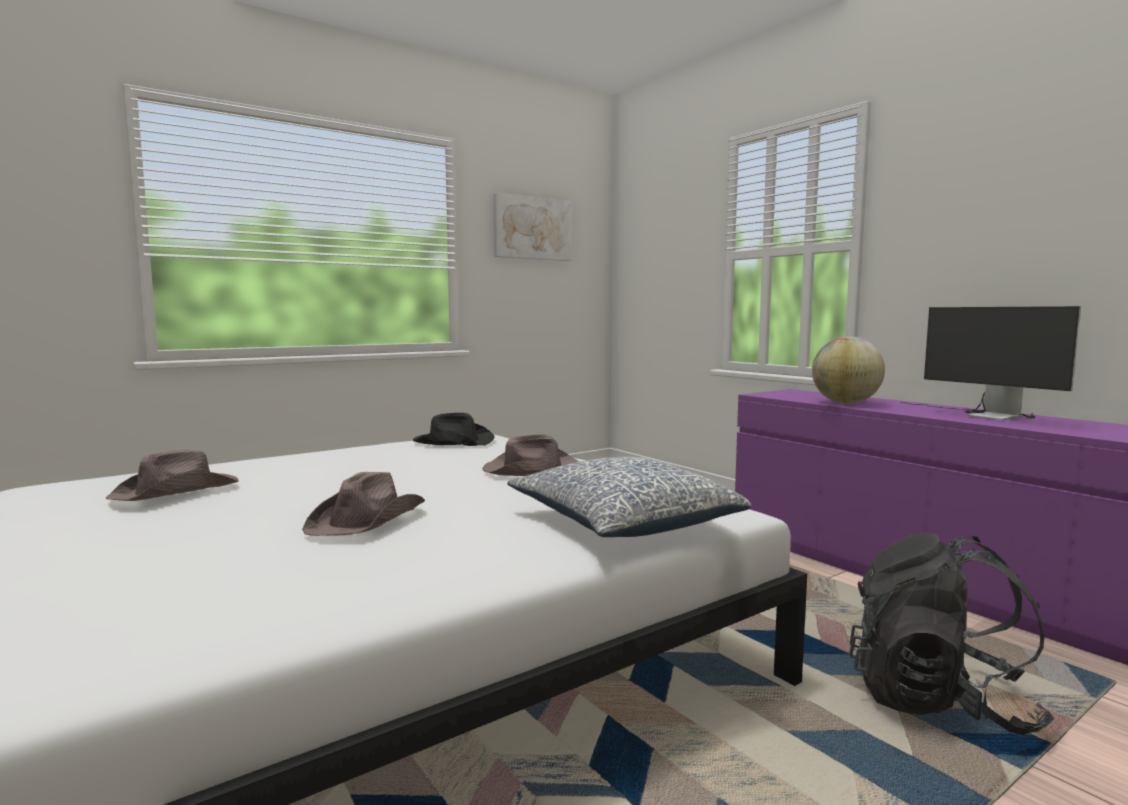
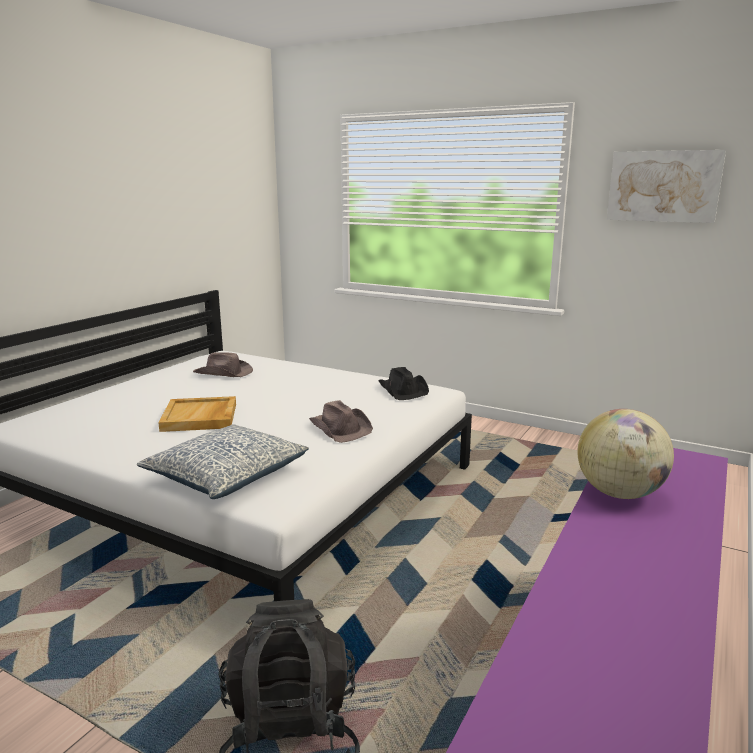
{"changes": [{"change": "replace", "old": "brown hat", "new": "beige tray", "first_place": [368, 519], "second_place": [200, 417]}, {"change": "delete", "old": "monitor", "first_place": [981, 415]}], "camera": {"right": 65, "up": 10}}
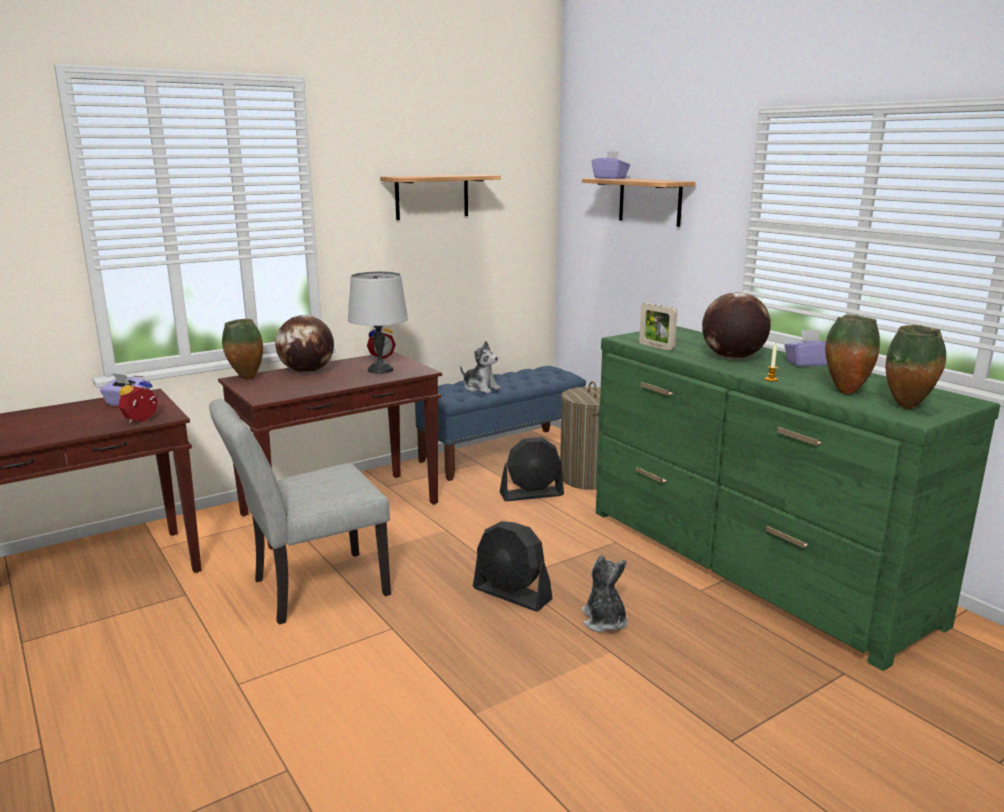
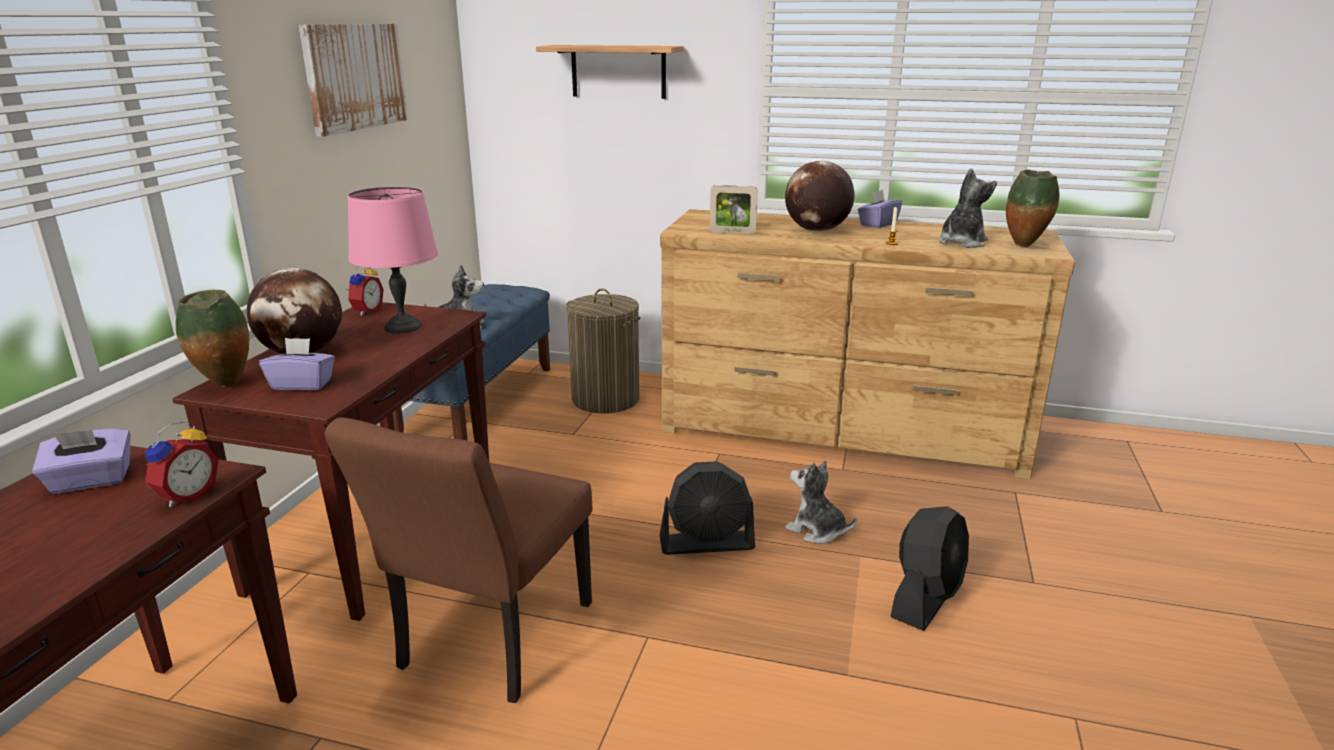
{"changes": [{"change": "rotate", "old": "alarm clock", "first_place": [142, 420], "second_place": [186, 495], "degrees": -150}, {"change": "move", "old": "purple tissue box", "first_place": [610, 178], "second_place": [302, 384]}, {"change": "replace", "old": "shelf", "new": "picture", "first_place": [432, 196], "second_place": [354, 76]}, {"change": "recolor", "old": "grey chair", "new": "brown chair", "first_place": [309, 589], "second_place": [488, 644]}, {"change": "recolor", "old": "grey table lamp", "new": "pink table lamp", "first_place": [381, 370], "second_place": [404, 327]}, {"change": "recolor", "old": "green dresser", "new": "brown dresser", "first_place": [749, 563], "second_place": [842, 431]}, {"change": "move", "old": "black fan", "first_place": [532, 494], "second_place": [926, 598]}, {"change": "replace", "old": "vase", "new": "plush toy", "first_place": [845, 392], "second_place": [961, 242]}], "camera": {"right": -40, "up": 5}}
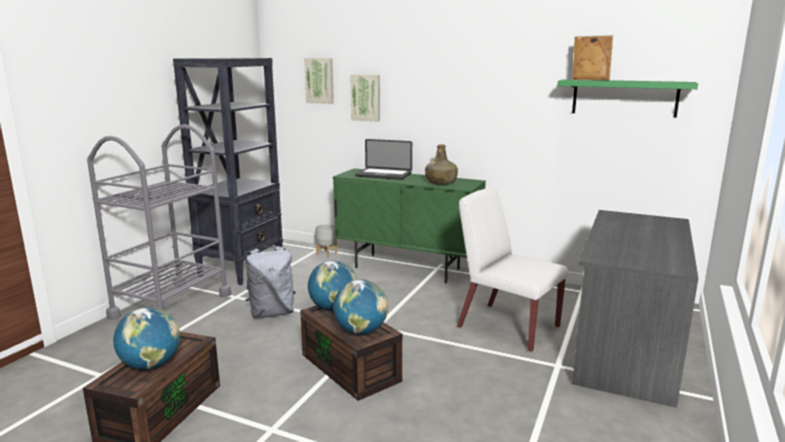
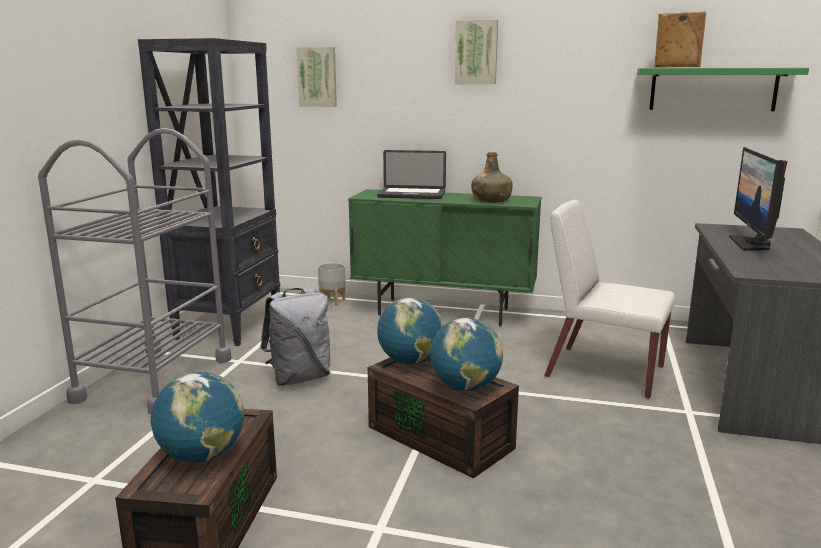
{"changes": [{"change": "move", "old": "picture", "first_place": [366, 97], "second_place": [476, 52]}, {"change": "insert", "new": "monitor", "second_place": [752, 244]}], "camera": {"right": -10, "up": 0}}
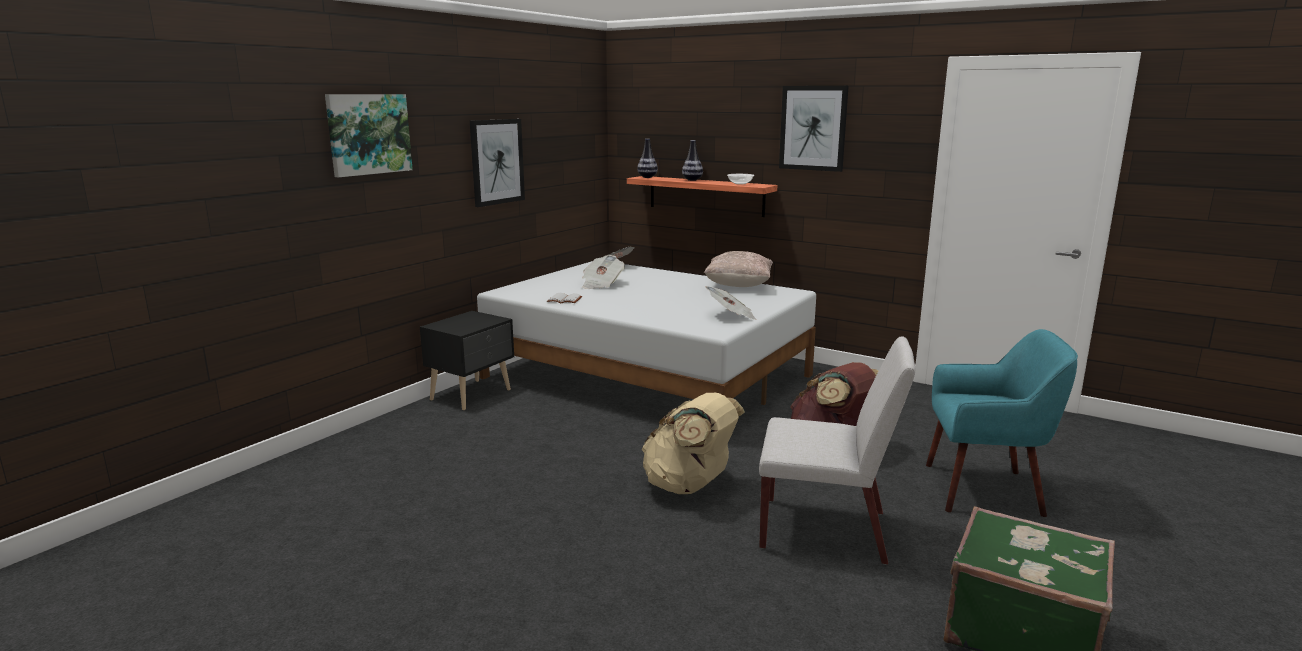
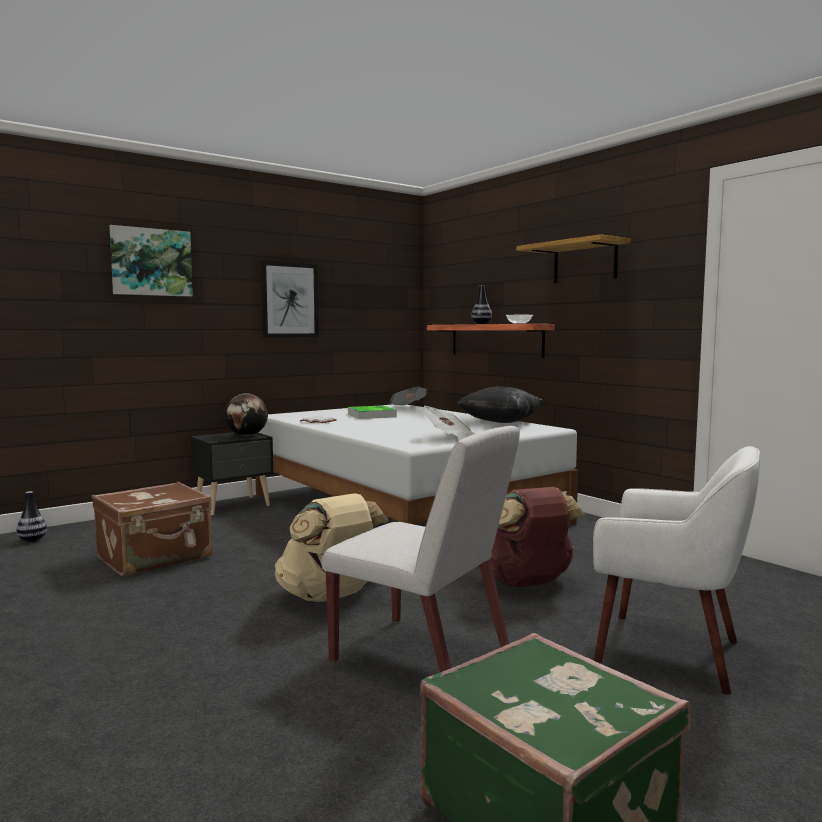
{"changes": [{"change": "move", "old": "vase", "first_place": [647, 177], "second_place": [32, 540]}, {"change": "insert", "new": "brown suitcase", "second_place": [155, 557]}, {"change": "insert", "new": "globe", "second_place": [247, 436]}, {"change": "replace", "old": "newspaper", "new": "tray", "first_place": [601, 284], "second_place": [372, 415]}, {"change": "recolor", "old": "beige pillow", "new": "black pillow", "first_place": [738, 286], "second_place": [500, 422]}, {"change": "replace", "old": "picture", "new": "shelf", "first_place": [813, 128], "second_place": [585, 262]}, {"change": "recolor", "old": "turquoise armchair", "new": "white armchair", "first_place": [985, 490], "second_place": [670, 652]}], "camera": {"right": 20, "up": -10}}
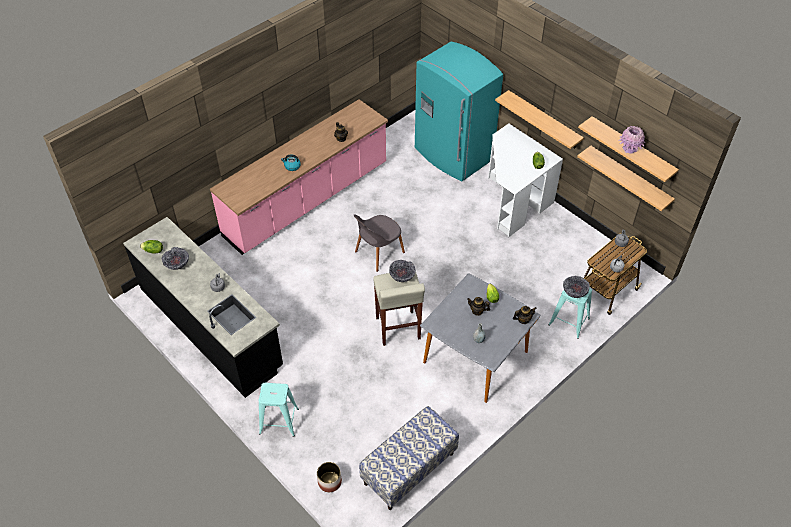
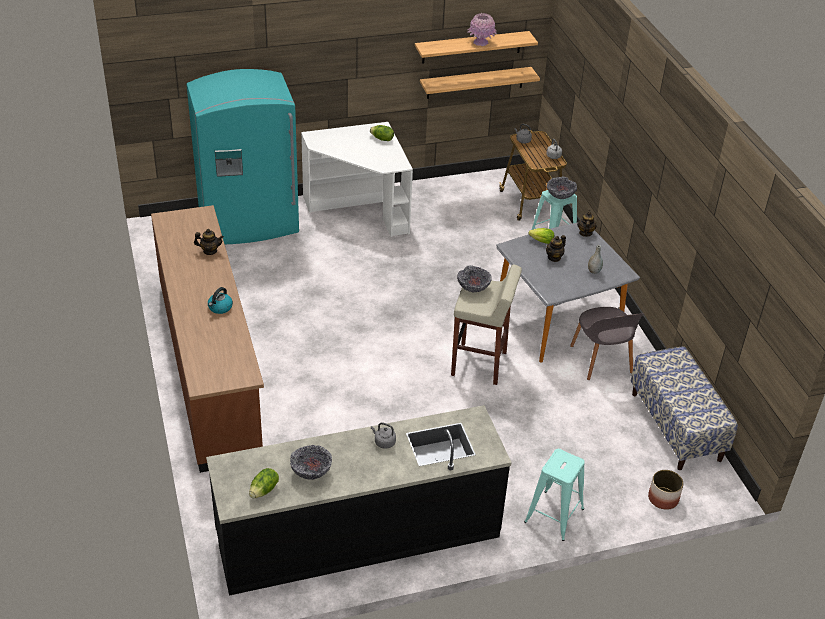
{"changes": [{"change": "recolor", "old": "pink counter", "new": "brown counter", "first_place": [307, 200], "second_place": [210, 367]}, {"change": "move", "old": "grey chair", "first_place": [378, 253], "second_place": [601, 361]}, {"change": "delete", "old": "shelf", "first_place": [544, 120]}], "camera": {"right": -65, "up": -10}}
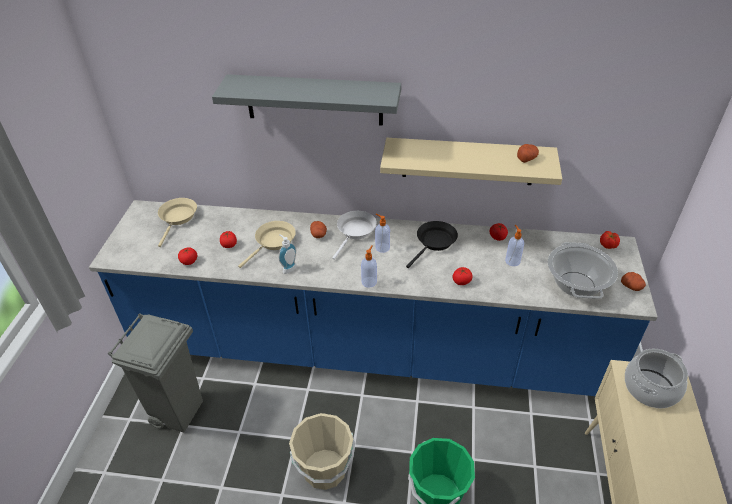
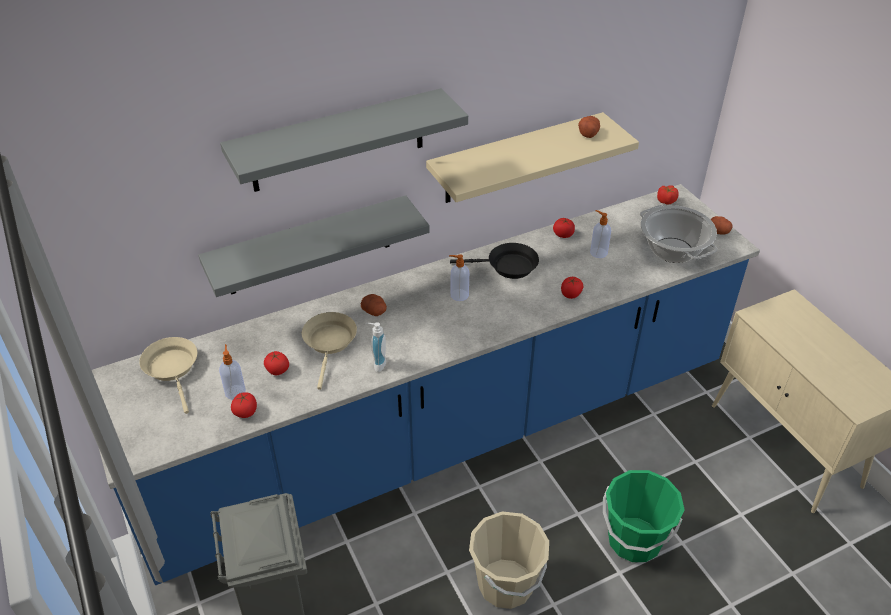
{"changes": [{"change": "insert", "new": "grey shelf", "second_place": [309, 246]}, {"change": "move", "old": "soap dispenser", "first_place": [369, 281], "second_place": [235, 391]}, {"change": "rotate", "old": "black frying pan", "first_place": [434, 243], "second_place": [508, 266], "degrees": 90}, {"change": "delete", "old": "white frying pan", "first_place": [355, 232]}, {"change": "delete", "old": "cooking pot", "first_place": [650, 388]}], "camera": {"right": -35, "up": 0}}
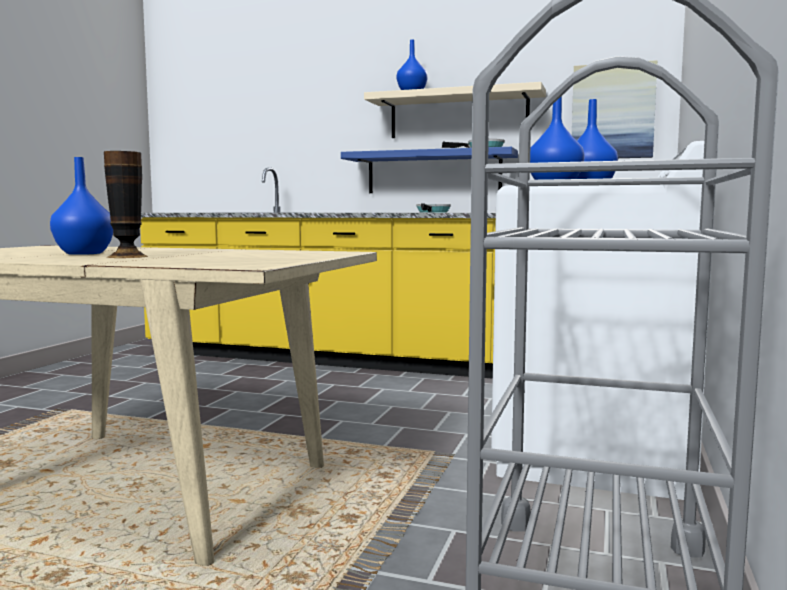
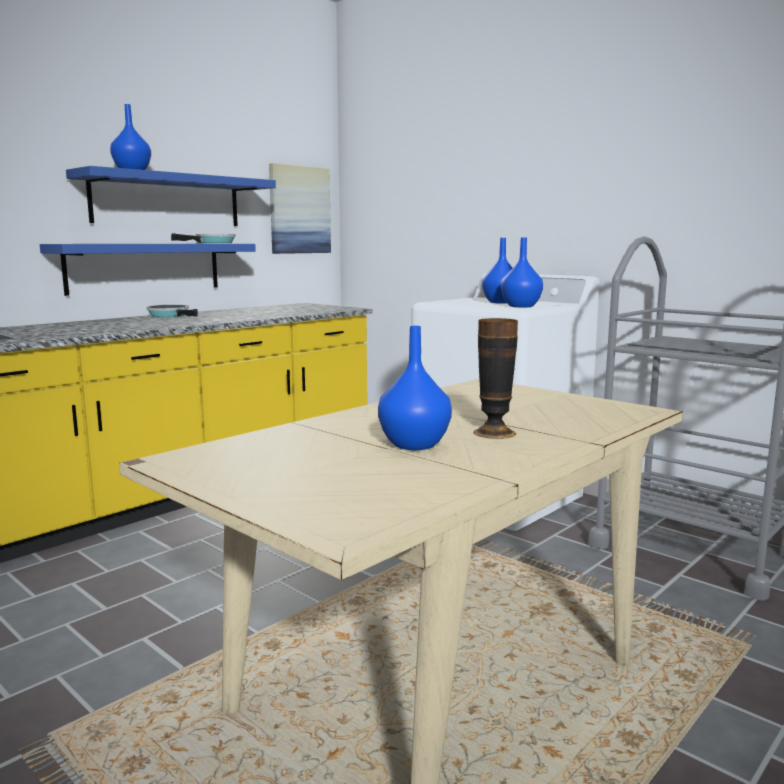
{"changes": [{"change": "recolor", "old": "beige shelf", "new": "blue shelf", "first_place": [458, 115], "second_place": [167, 200]}], "camera": {"right": -65, "up": 5}}
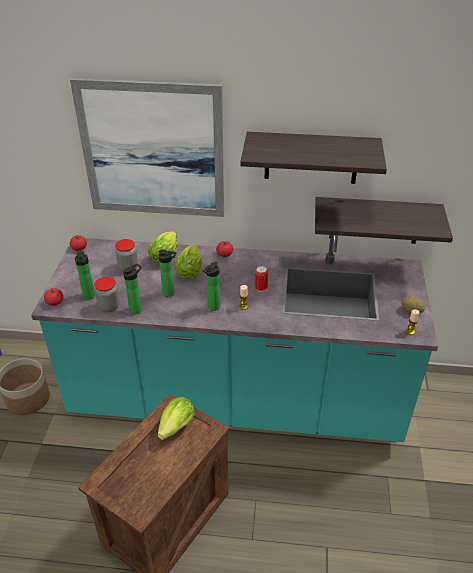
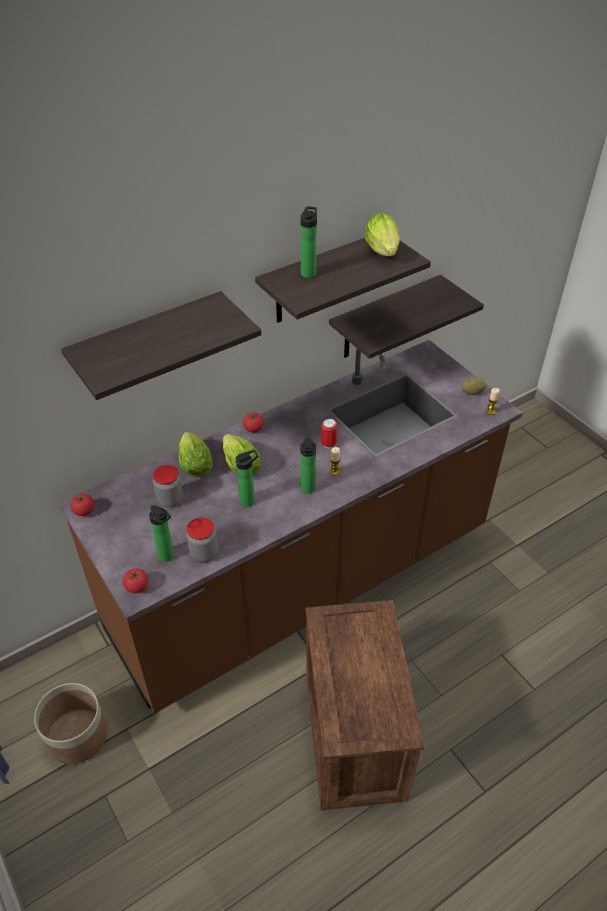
{"changes": [{"change": "recolor", "old": "turquoise counter", "new": "brown counter", "first_place": [236, 400], "second_place": [303, 582]}, {"change": "replace", "old": "picture", "new": "shelf", "first_place": [152, 151], "second_place": [149, 345]}, {"change": "move", "old": "bottle", "first_place": [137, 309], "second_place": [309, 272]}, {"change": "move", "old": "lettuce", "first_place": [175, 428], "second_place": [383, 253]}], "camera": {"right": -40, "up": 5}}
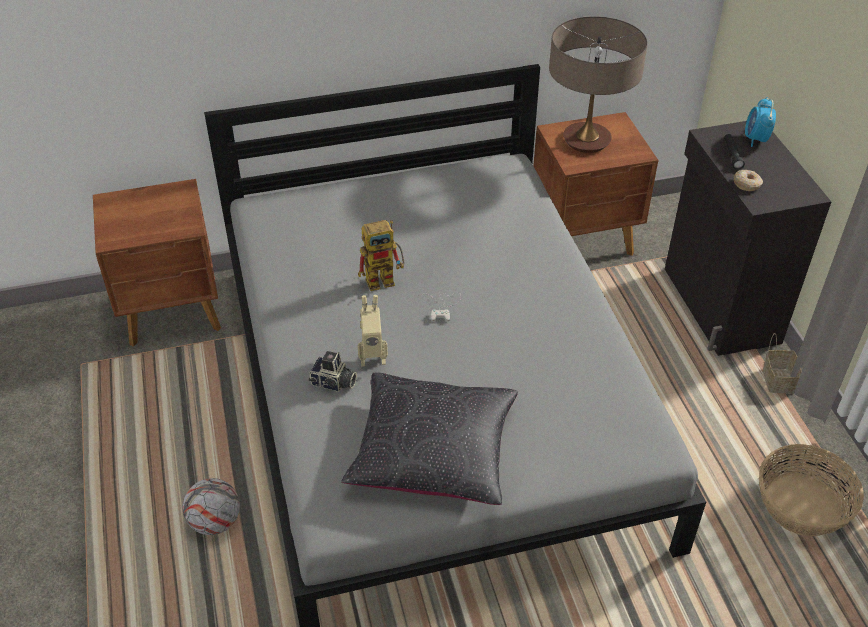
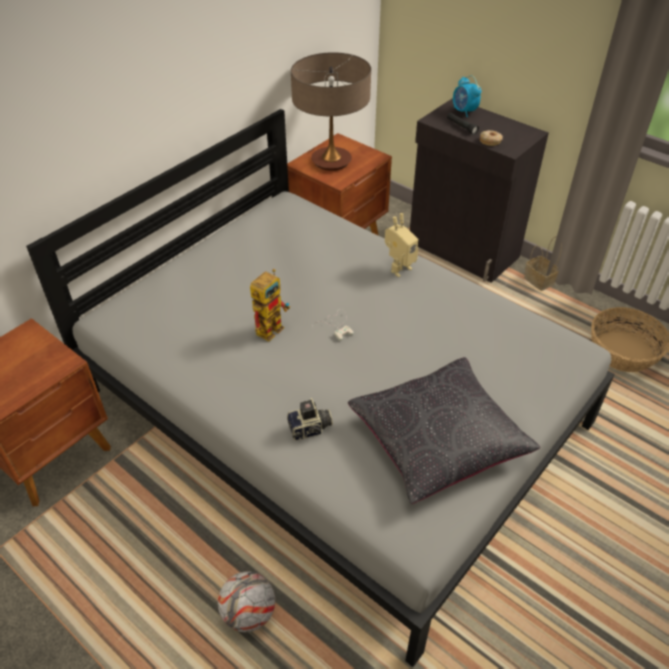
{"changes": [{"change": "move", "old": "toy robot", "first_place": [372, 356], "second_place": [398, 268]}], "camera": {"right": -35, "up": 0}}
